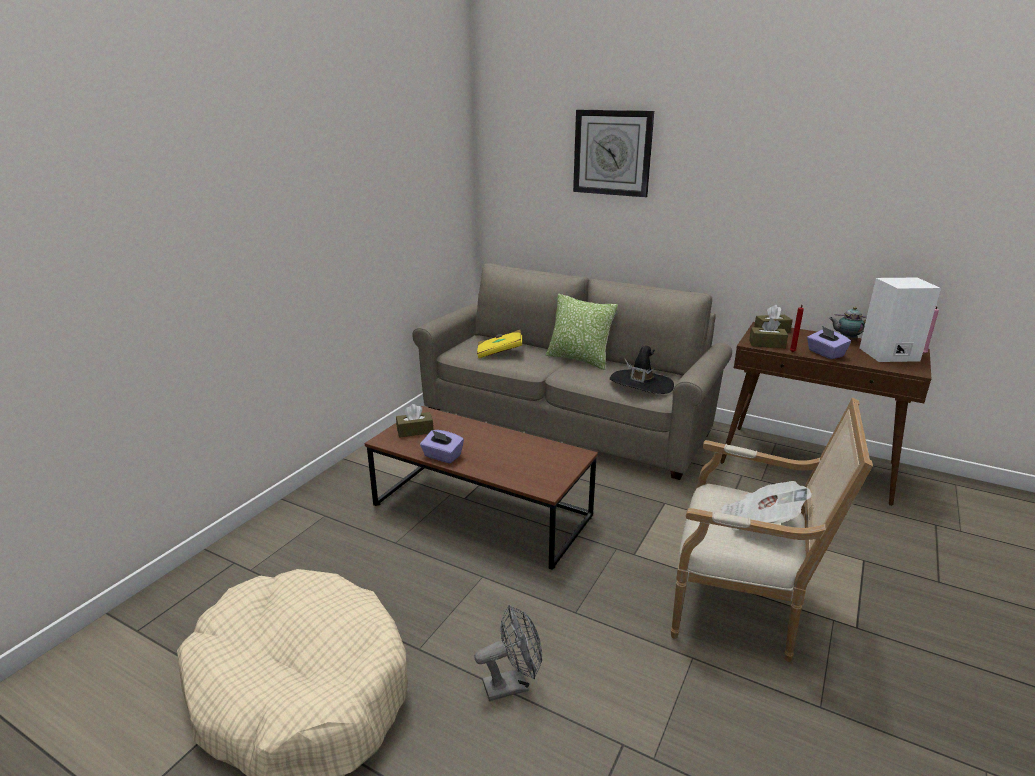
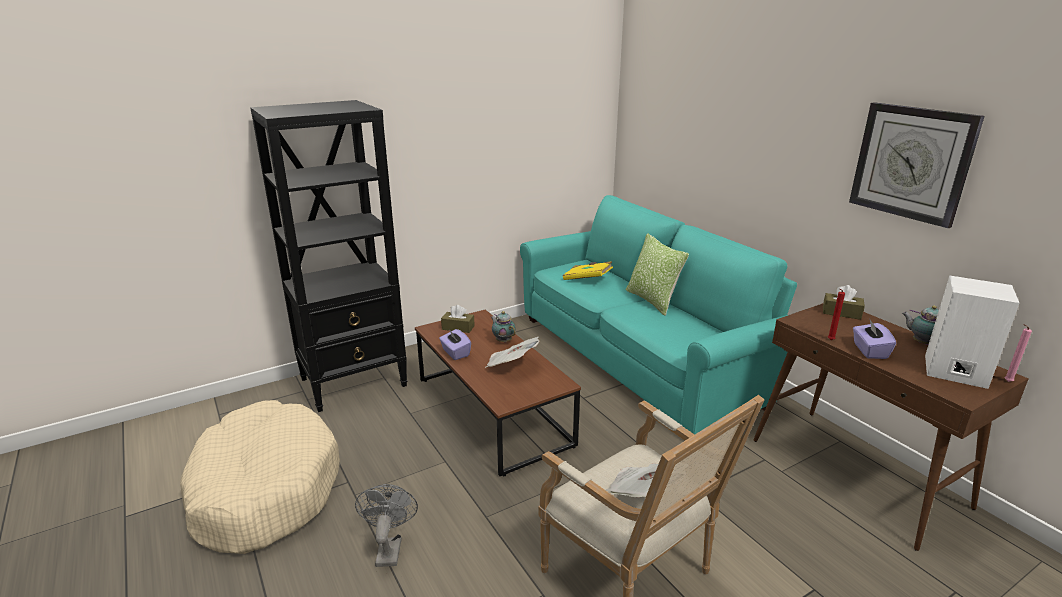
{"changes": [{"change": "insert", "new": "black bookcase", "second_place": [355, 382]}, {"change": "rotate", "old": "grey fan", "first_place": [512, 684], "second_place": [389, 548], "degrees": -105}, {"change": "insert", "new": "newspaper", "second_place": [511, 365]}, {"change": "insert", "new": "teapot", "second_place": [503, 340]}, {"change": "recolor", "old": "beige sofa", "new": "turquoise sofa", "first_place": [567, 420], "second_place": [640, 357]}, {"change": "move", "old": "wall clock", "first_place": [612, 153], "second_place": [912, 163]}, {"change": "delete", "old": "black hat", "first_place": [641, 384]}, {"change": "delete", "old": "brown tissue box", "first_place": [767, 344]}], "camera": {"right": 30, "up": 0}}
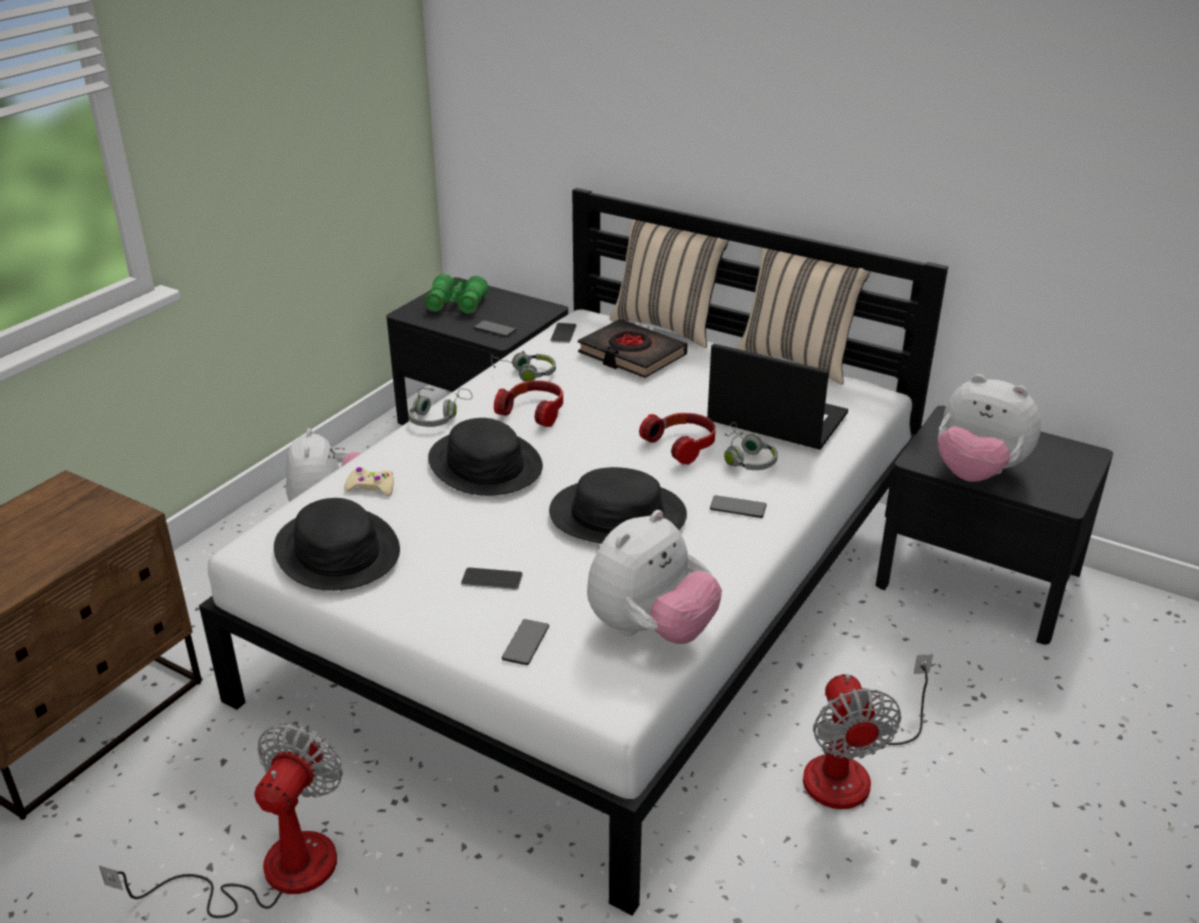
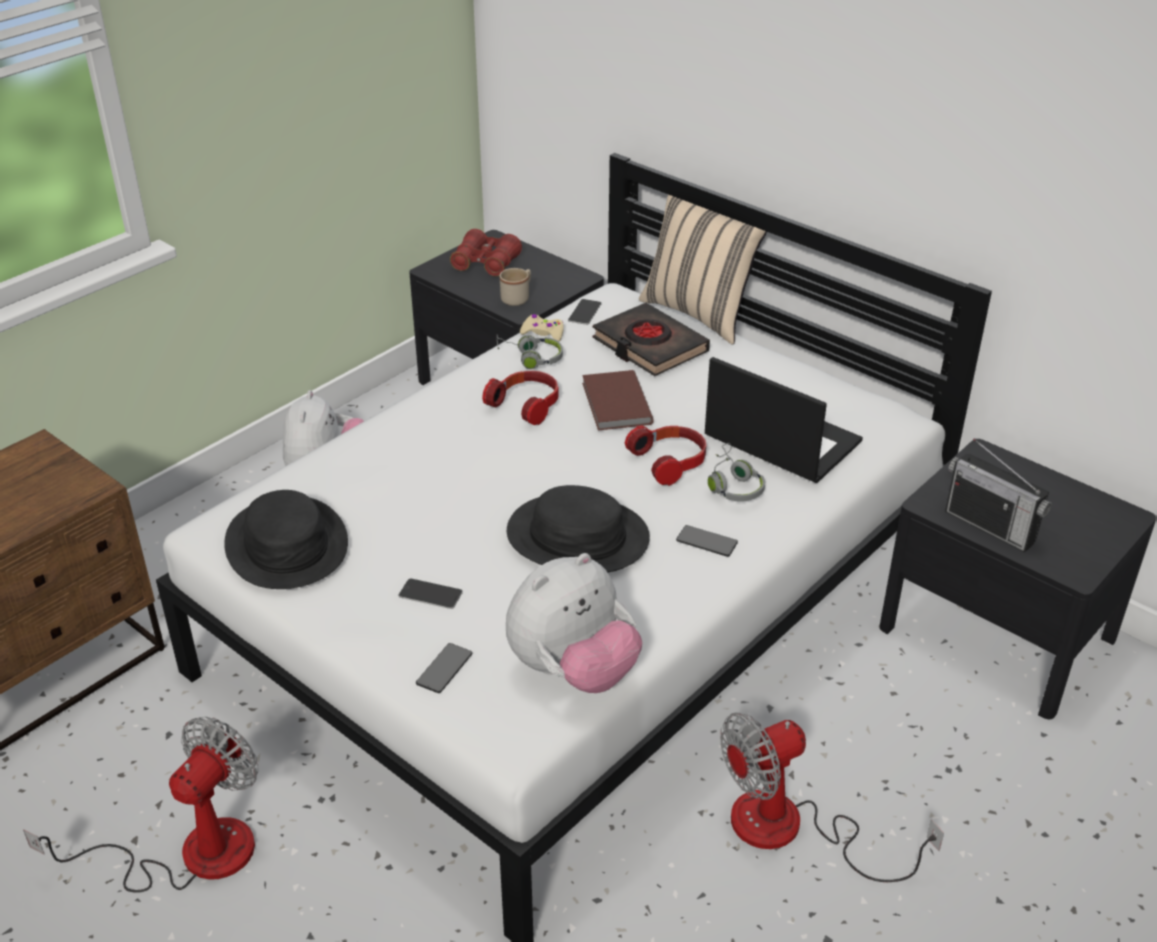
{"changes": [{"change": "recolor", "old": "green binoculars", "new": "red binoculars", "first_place": [456, 304], "second_place": [486, 263]}, {"change": "replace", "old": "phone", "new": "beige mug", "first_place": [495, 329], "second_place": [518, 298]}, {"change": "move", "old": "beige game controller", "first_place": [371, 487], "second_place": [543, 333]}, {"change": "insert", "new": "brown book", "second_place": [614, 404]}, {"change": "rotate", "old": "fan", "first_place": [851, 769], "second_place": [791, 830], "degrees": 60}, {"change": "replace", "old": "plush toy", "new": "radio", "first_place": [977, 473], "second_place": [990, 526]}, {"change": "delete", "old": "grey headphones", "first_place": [438, 416]}, {"change": "delete", "old": "black hat", "first_place": [484, 465]}, {"change": "delete", "old": "beige pillow", "first_place": [797, 359]}], "camera": {"right": 10, "up": 5}}
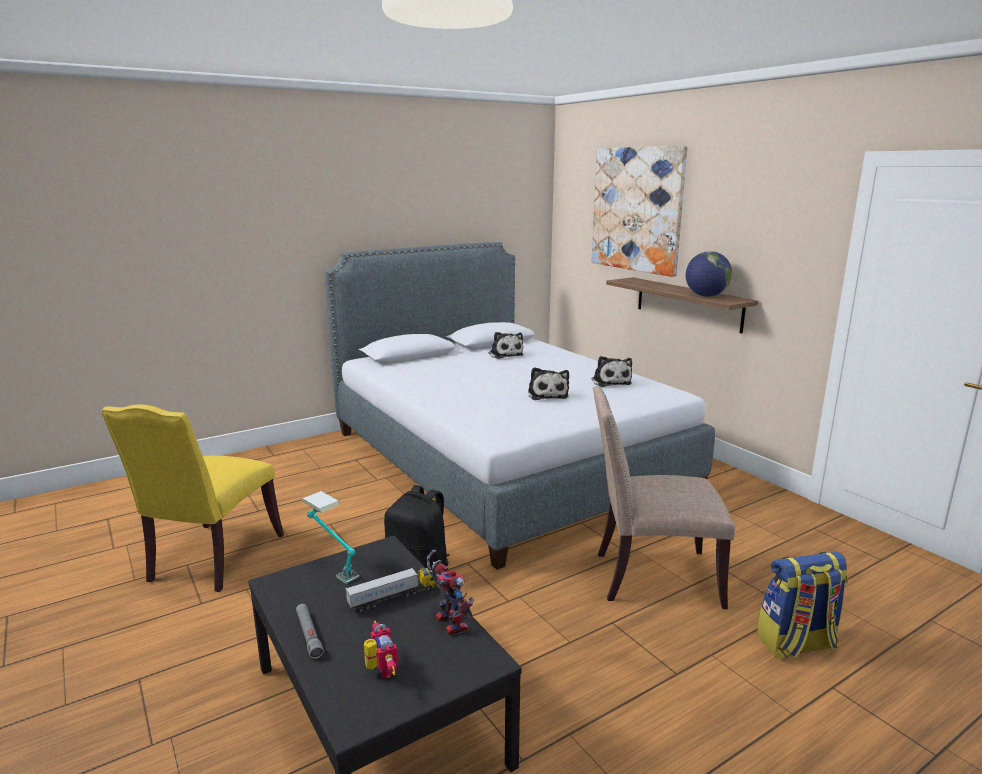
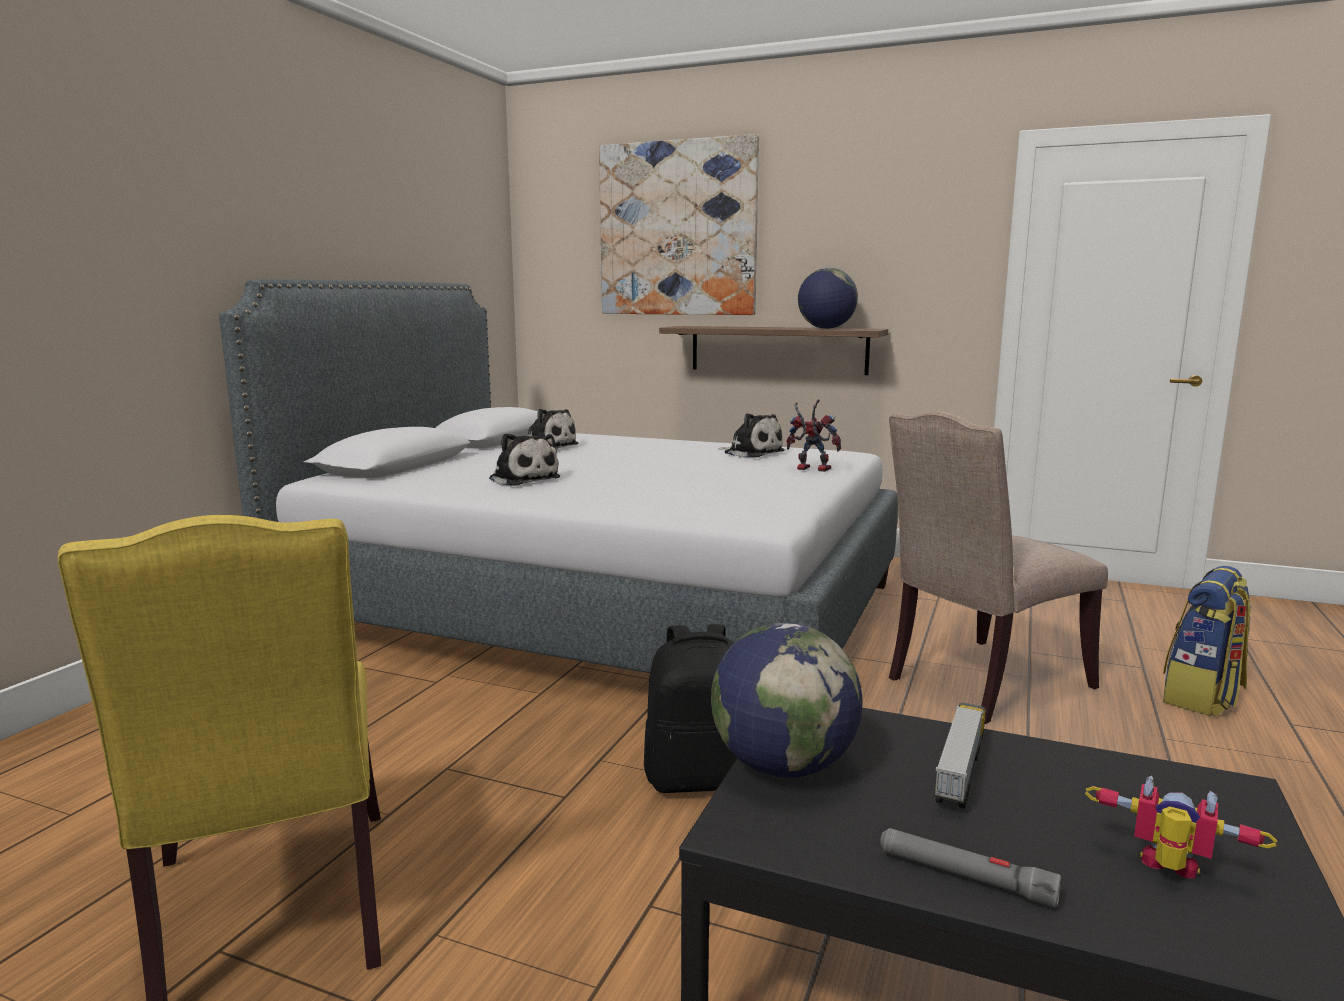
{"changes": [{"change": "move", "old": "plush toy", "first_place": [547, 395], "second_place": [523, 479]}, {"change": "replace", "old": "table lamp", "new": "globe", "first_place": [332, 567], "second_place": [783, 766]}, {"change": "move", "old": "toy robot", "first_place": [447, 622], "second_place": [810, 469]}], "camera": {"right": -35, "up": -5}}
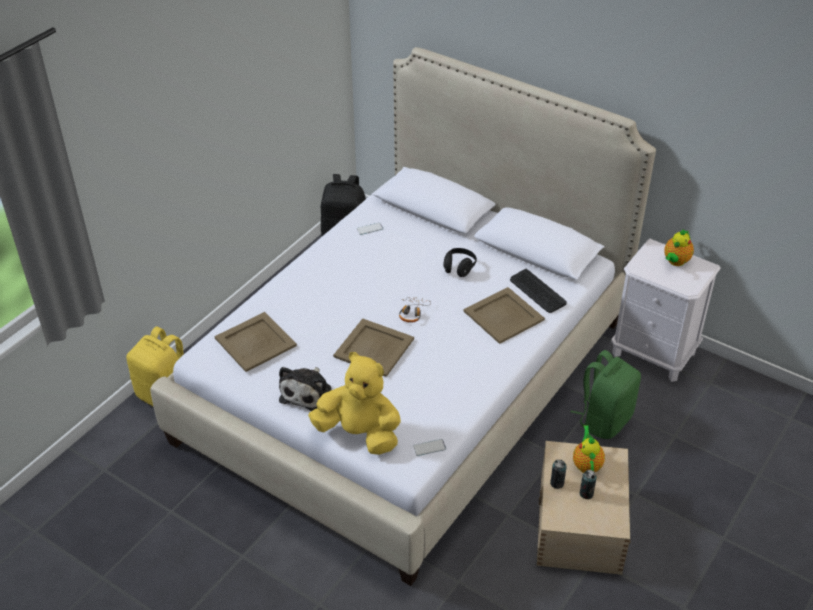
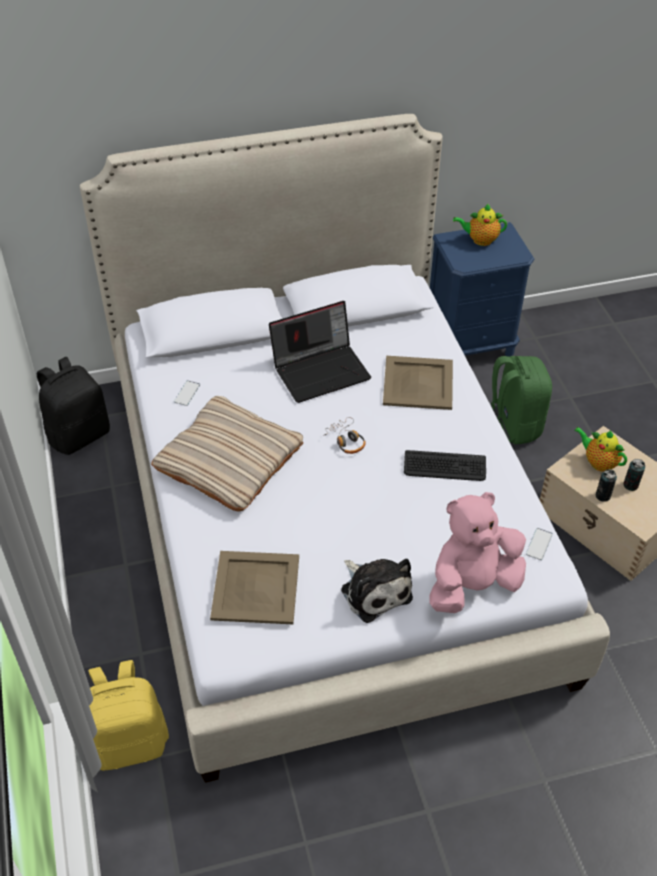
{"changes": [{"change": "insert", "new": "beige pillow", "second_place": [229, 459]}, {"change": "replace", "old": "black headphones", "new": "laptop", "first_place": [459, 268], "second_place": [321, 370]}, {"change": "move", "old": "keyboard", "first_place": [537, 291], "second_place": [444, 467]}, {"change": "recolor", "old": "yellow plush toy", "new": "pink plush toy", "first_place": [359, 433], "second_place": [472, 585]}, {"change": "recolor", "old": "white nightstand", "new": "blue nightstand", "first_place": [654, 353], "second_place": [471, 344]}, {"change": "rotate", "old": "teapot", "first_place": [675, 261], "second_place": [480, 240], "degrees": 105}, {"change": "delete", "old": "beige tray", "first_place": [373, 348]}], "camera": {"right": -50, "up": 5}}
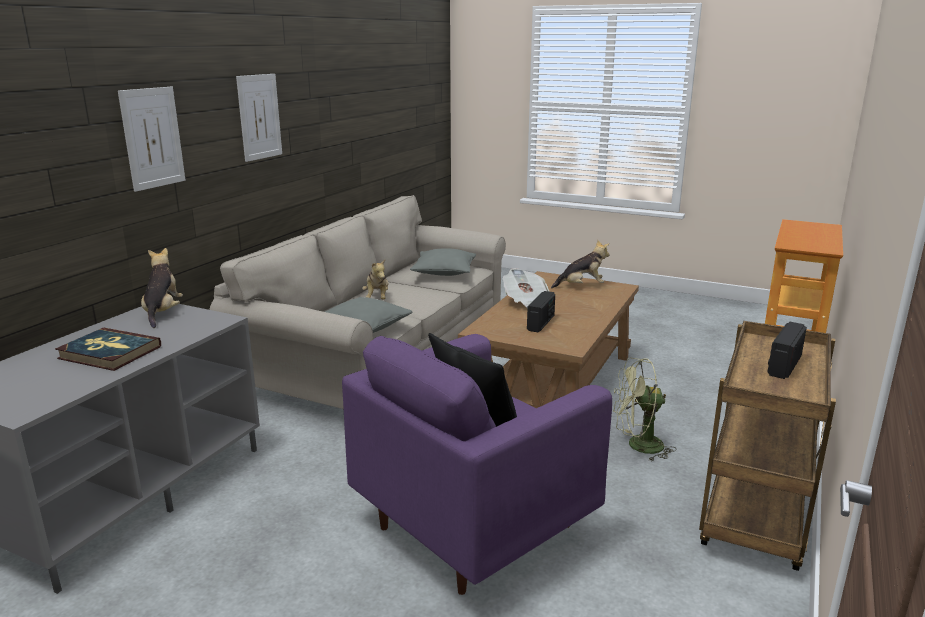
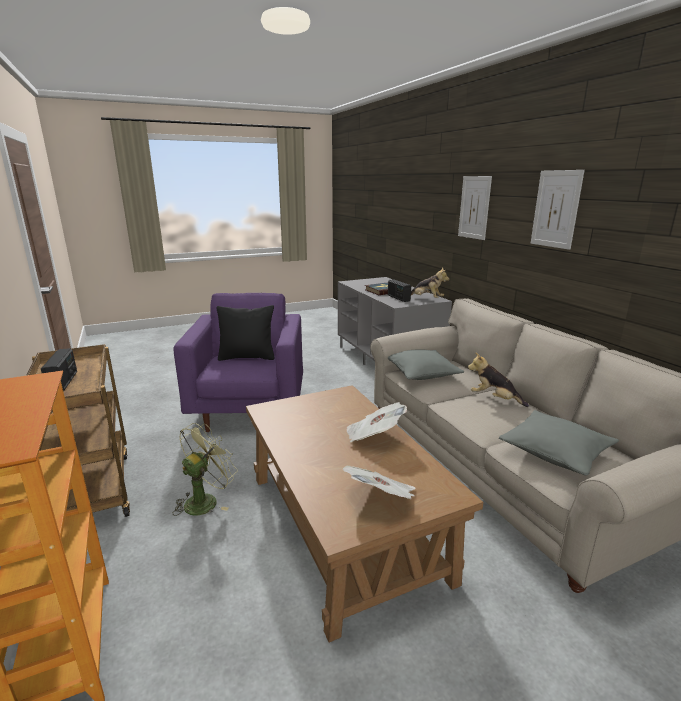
{"changes": [{"change": "replace", "old": "plush toy", "new": "newspaper", "first_place": [581, 286], "second_place": [382, 498]}, {"change": "move", "old": "radio", "first_place": [541, 323], "second_place": [398, 298]}], "camera": {"right": 130, "up": 0}}
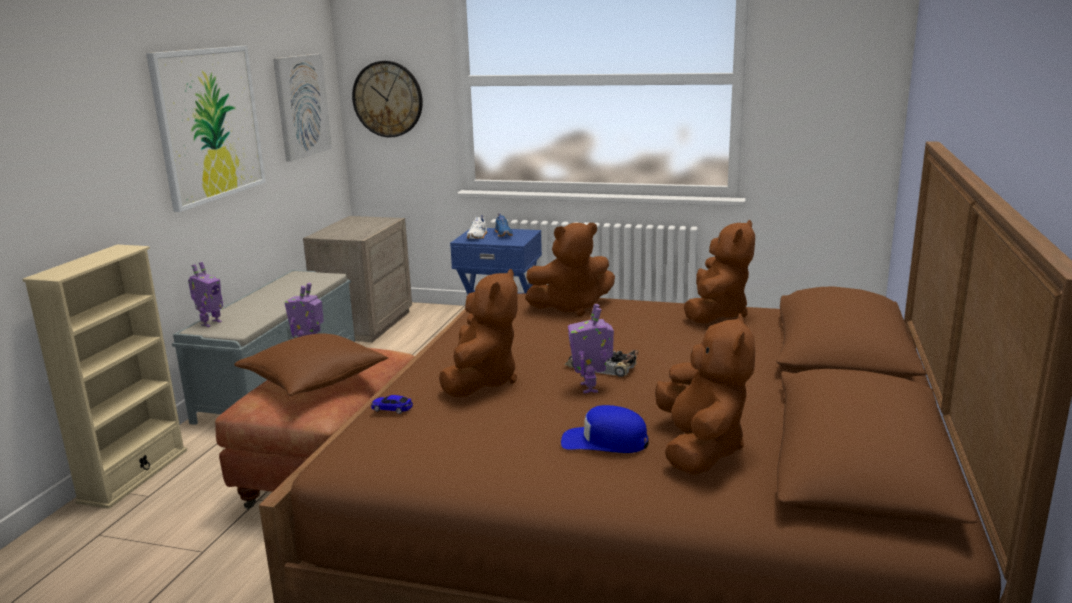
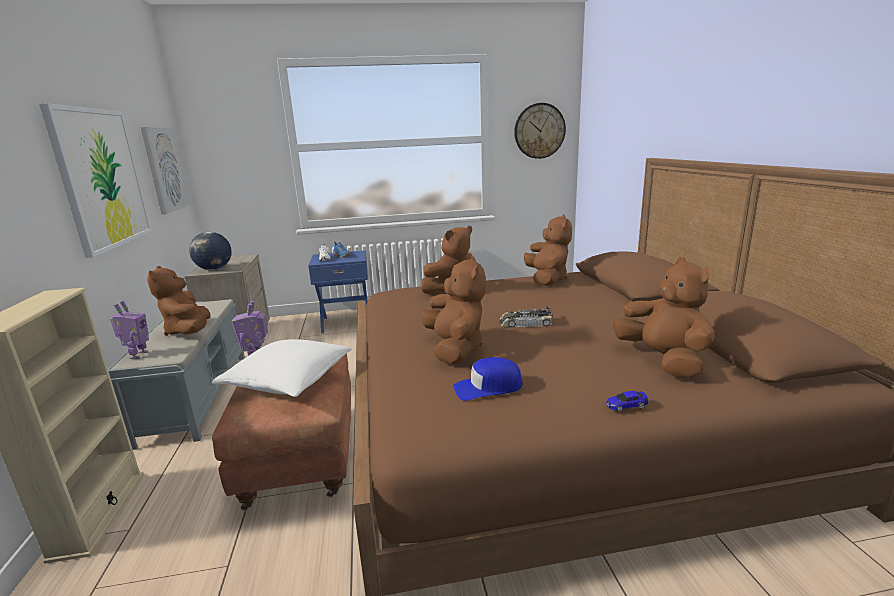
{"changes": [{"change": "insert", "new": "brown plush toy", "second_place": [189, 331]}, {"change": "insert", "new": "globe", "second_place": [214, 269]}, {"change": "recolor", "old": "brown pillow", "new": "white pillow", "first_place": [314, 381], "second_place": [289, 381]}, {"change": "move", "old": "blue cap", "first_place": [604, 441], "second_place": [488, 387]}, {"change": "move", "old": "wall clock", "first_place": [388, 99], "second_place": [539, 131]}, {"change": "move", "old": "toy car", "first_place": [392, 409], "second_place": [626, 405]}, {"change": "delete", "old": "toy robot", "first_place": [591, 387]}], "camera": {"right": -25, "up": 0}}
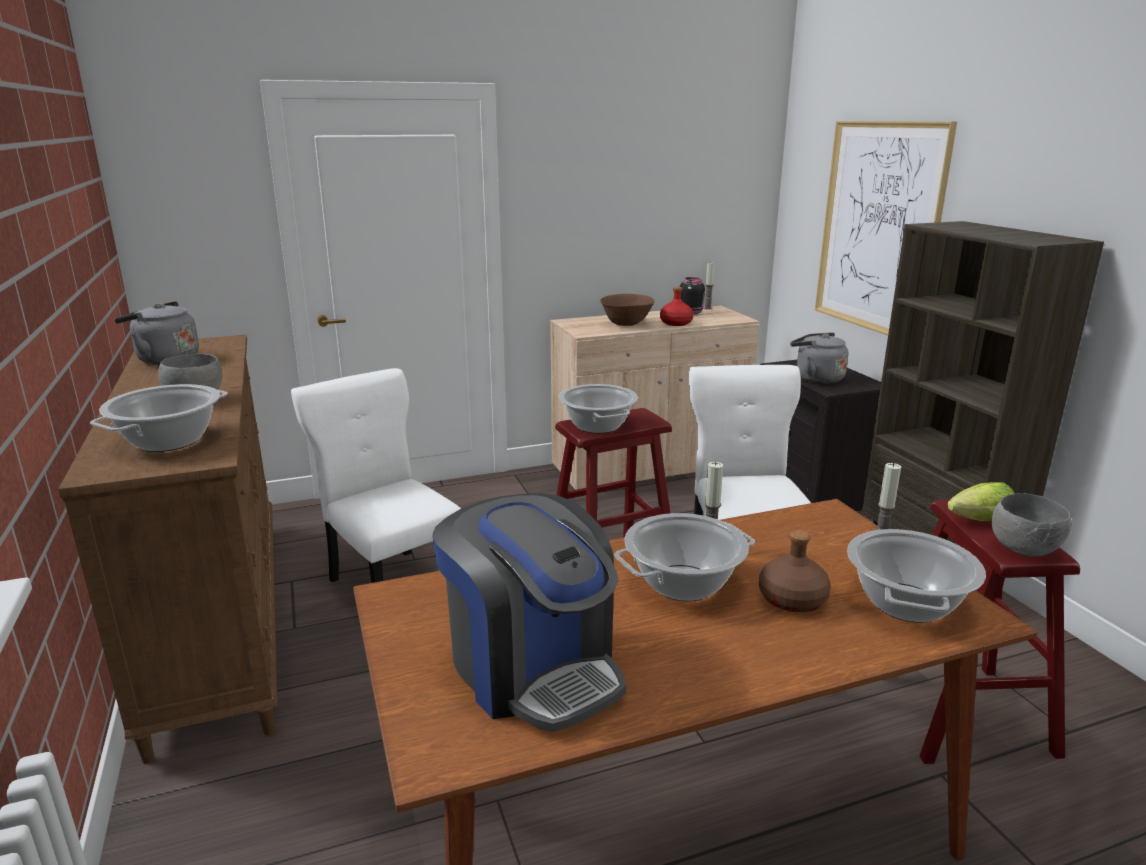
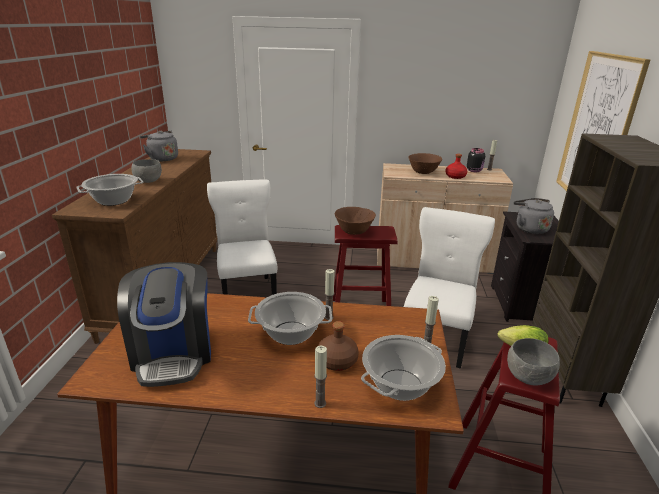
{"changes": [{"change": "insert", "new": "candle", "second_place": [320, 403]}, {"change": "replace", "old": "cooking pot", "new": "brown bowl", "first_place": [597, 425], "second_place": [353, 232]}], "camera": {"right": 25, "up": 5}}
